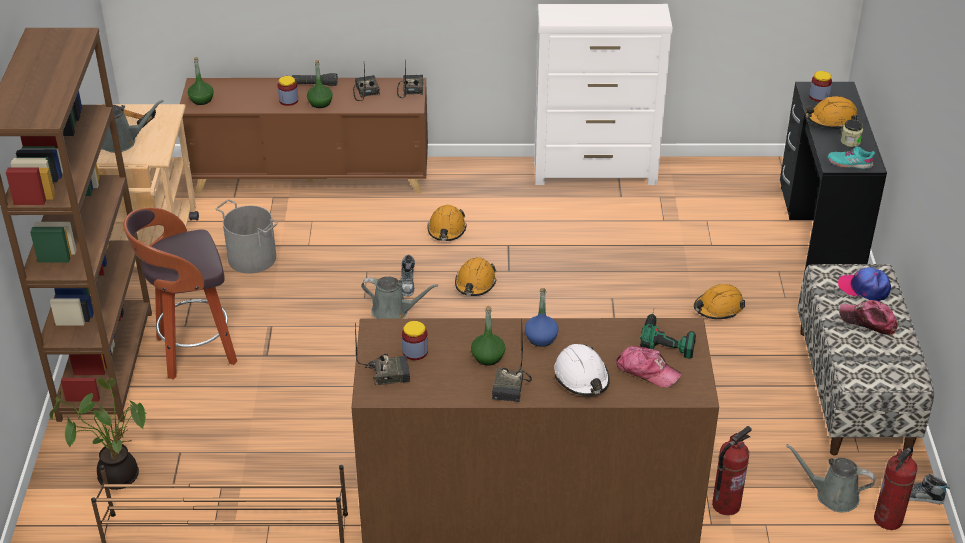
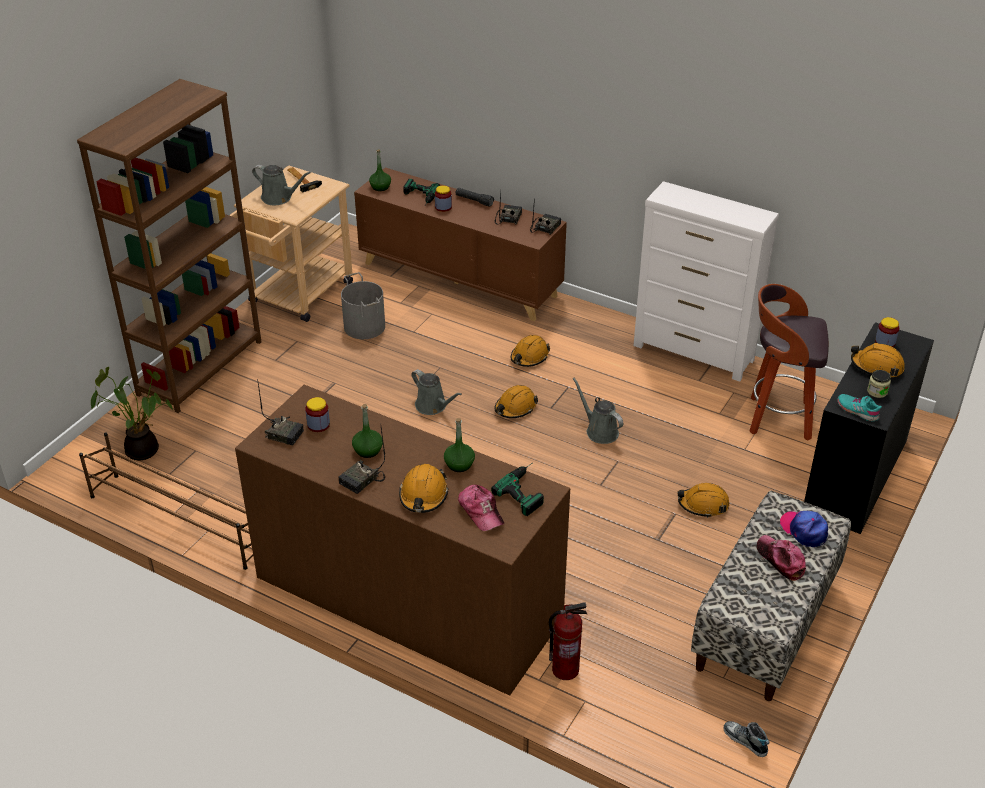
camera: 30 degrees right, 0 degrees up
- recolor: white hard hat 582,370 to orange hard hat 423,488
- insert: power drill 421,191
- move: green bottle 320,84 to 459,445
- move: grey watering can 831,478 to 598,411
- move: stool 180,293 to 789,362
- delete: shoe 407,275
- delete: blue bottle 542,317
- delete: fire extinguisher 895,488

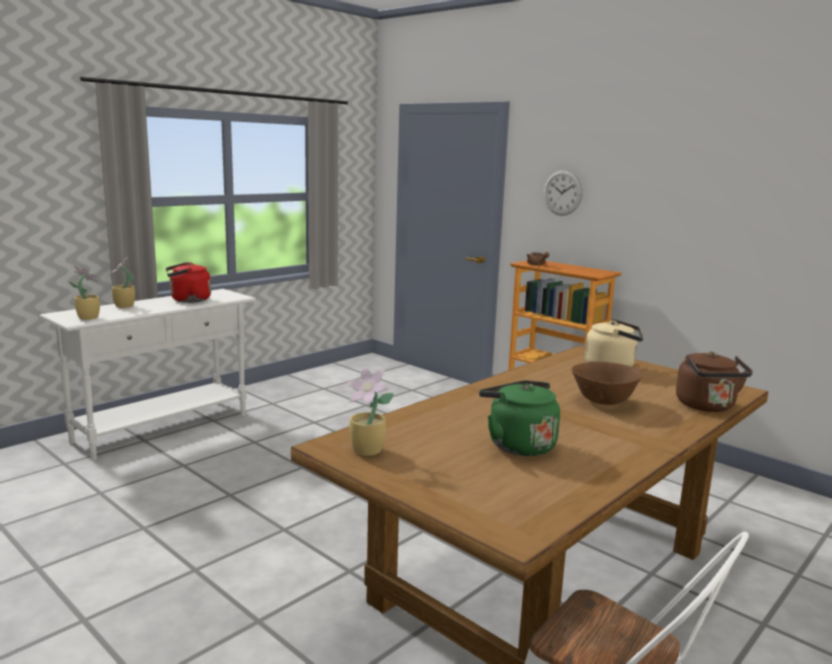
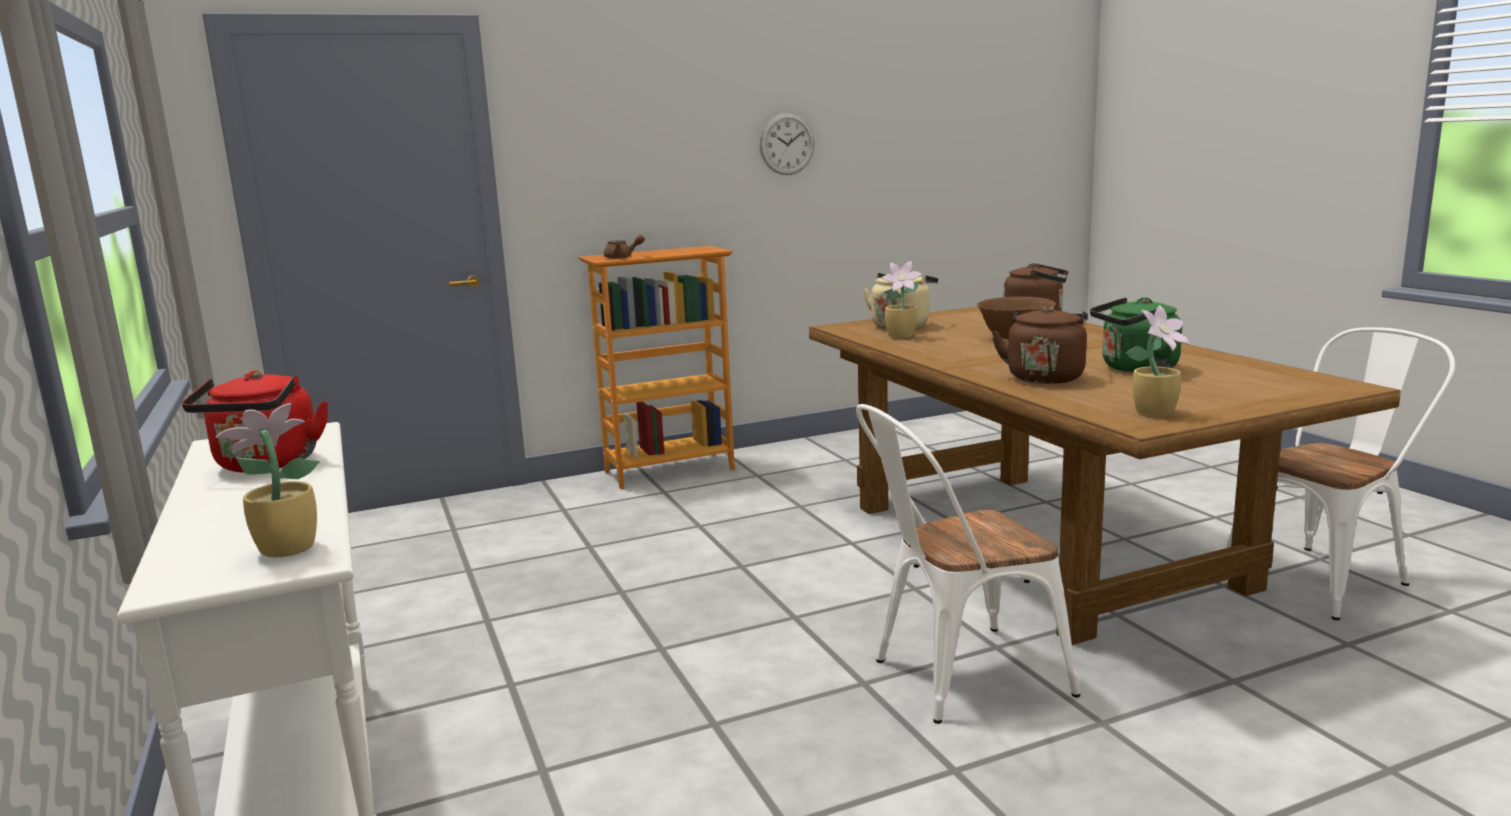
camera: 65 degrees left, 0 degrees up
- move: wall clock 563,193 to 786,144
- insert: white chair 968,564
- move: potted plant 122,282 to 902,299
- insert: brown kettle 1040,345

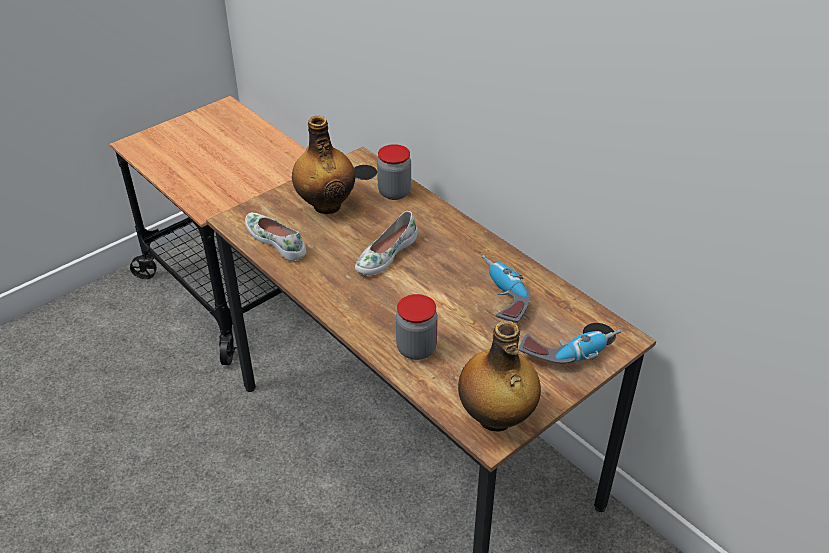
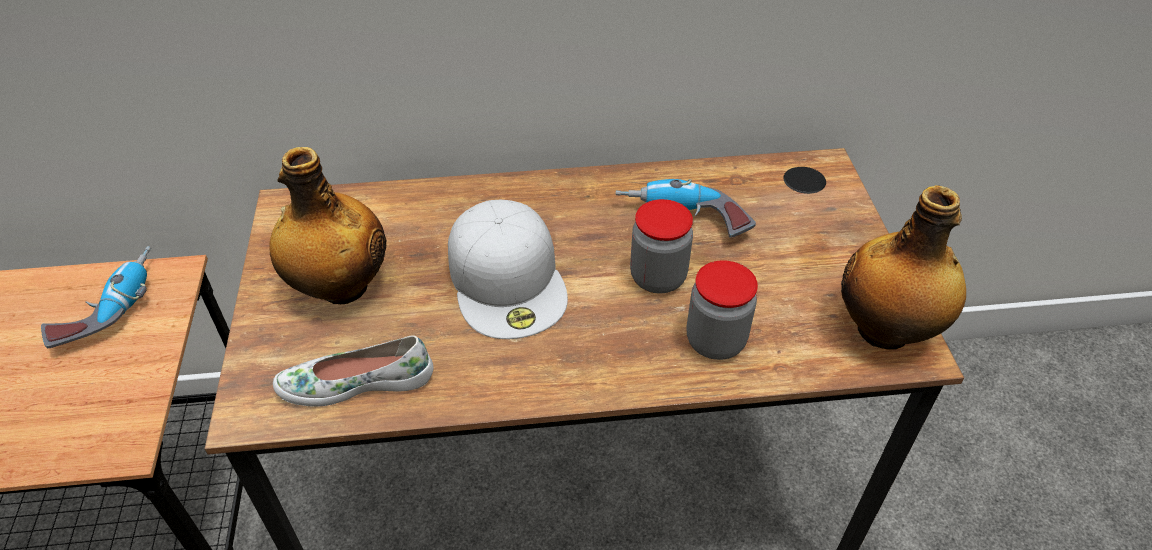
camera: 55 degrees left, 5 degrees up
- move: power drill 570,346 to 96,297
- replace: white shoe 386,243 to white cap 508,269
- move: jar 394,172 to 661,246

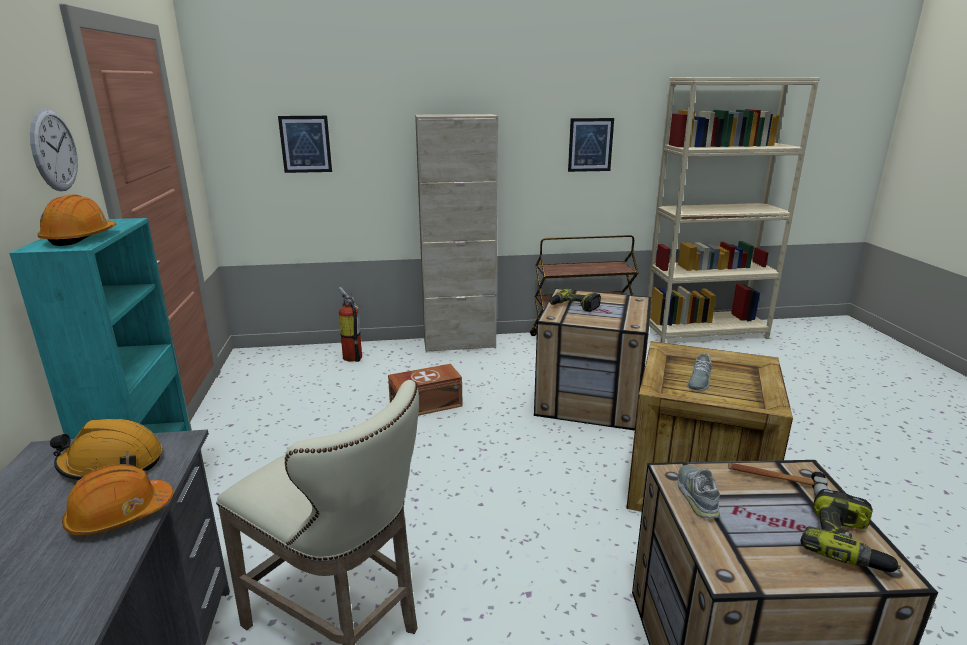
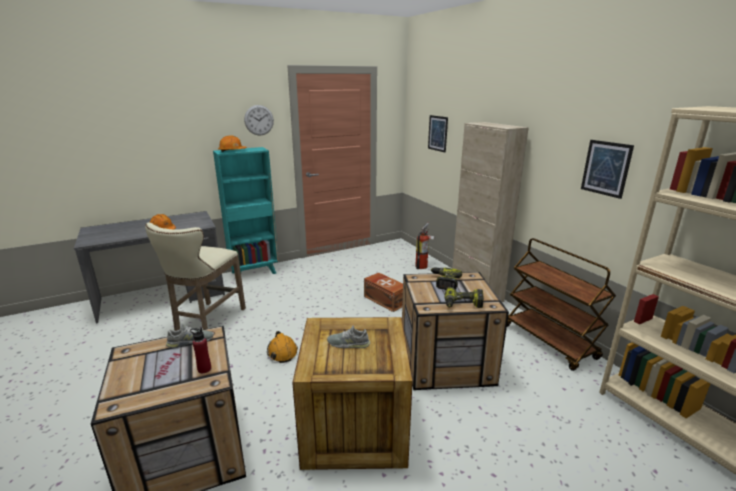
camera: 70 degrees right, 0 degrees up
- replace: hammer 778,480 to red bottle 200,350
- move: orange hard hat 106,449 to 282,347
- move: power drill 851,530 to 464,297

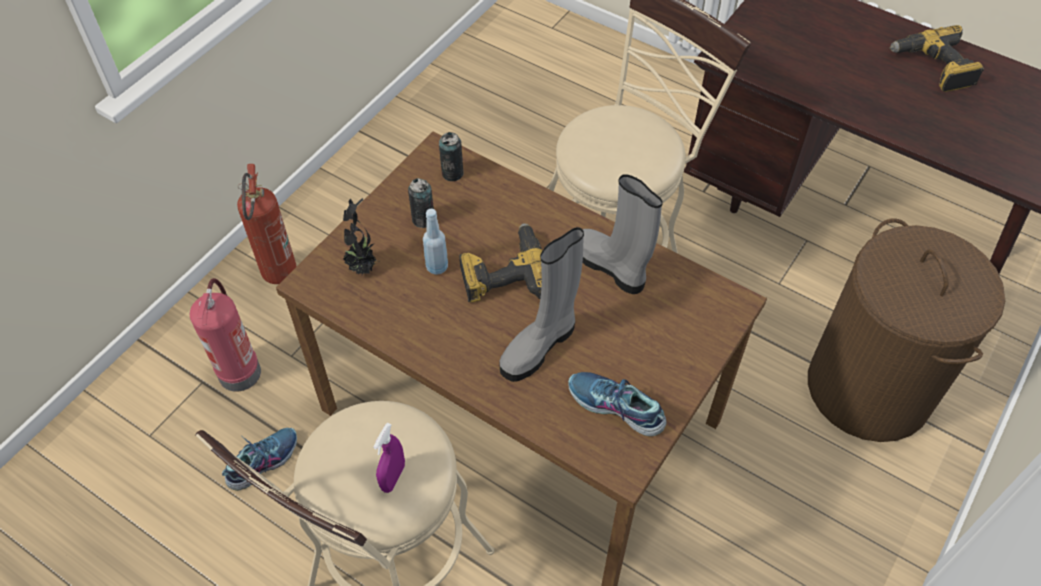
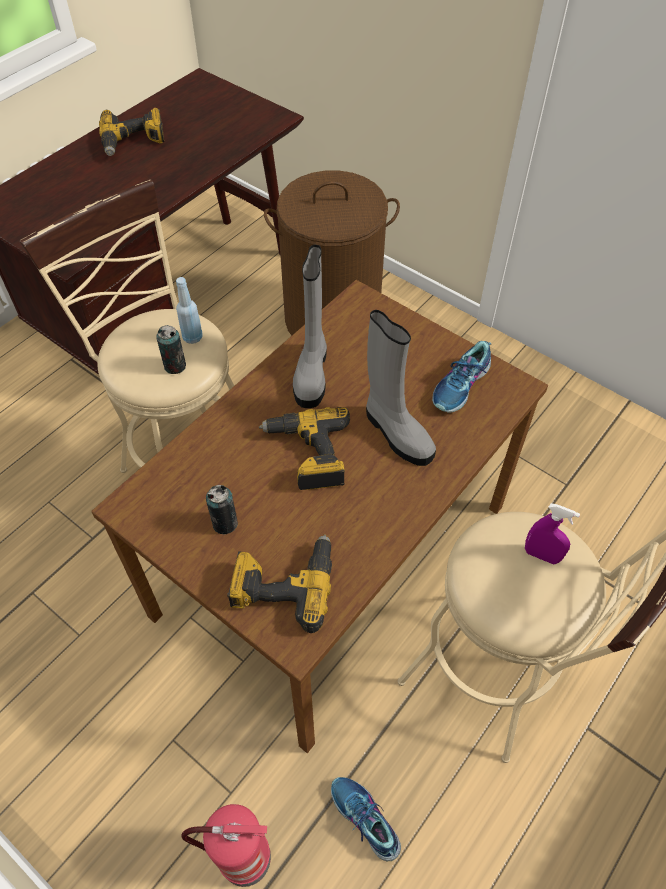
camera: 85 degrees left, 0 degrees up
- move: can 451,156 to 171,349
- move: blue bottle 435,242 to 189,310
- replace: potted plant 361,236 to power drill 279,583
- rotate: grey boot 622,234 = 310,326 45 degrees counterclockwise
- delete: fire extinguisher 267,224

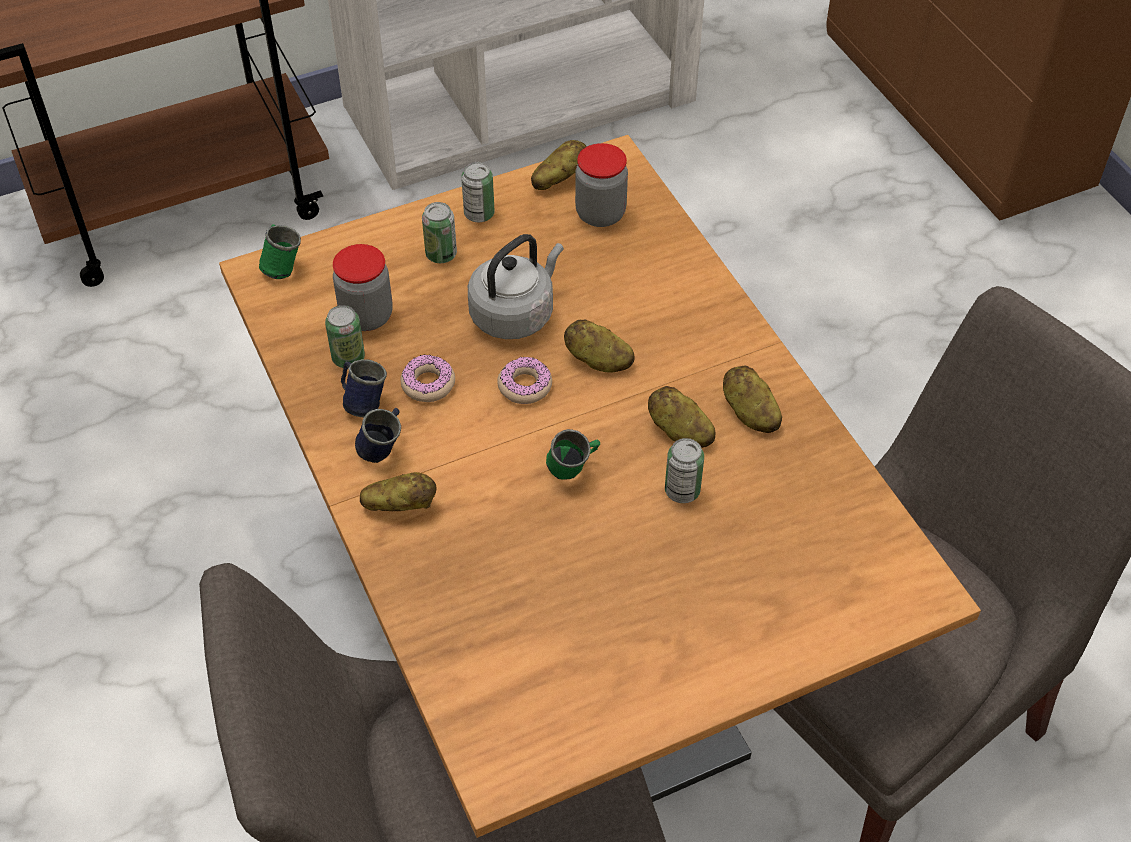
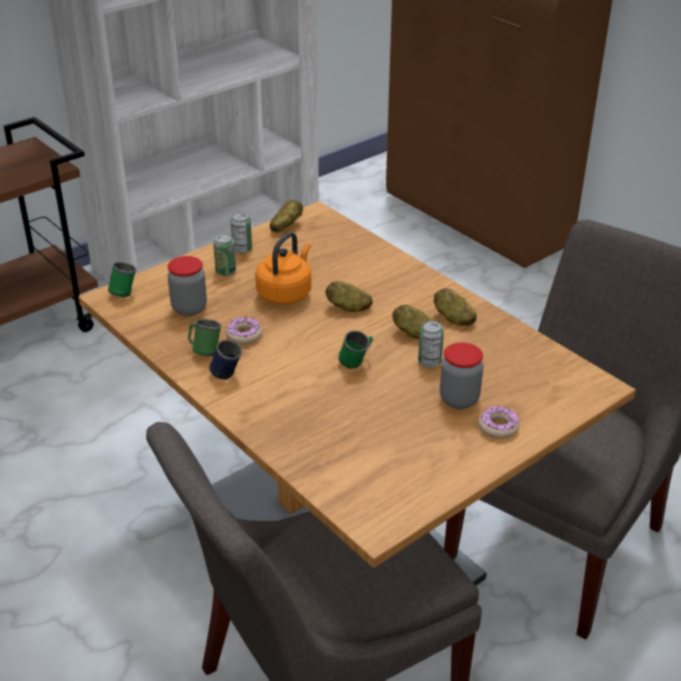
camera: 15 degrees left, 15 degrees down
- recolor: blue mug 364,388 to green mug 204,337
- recolor: grey kettle 516,286 to orange kettle 283,268
- move: jar 601,185 to 461,375
- move: donut 524,380 to 499,422
- delete: can 345,336
- delete: potato 398,491

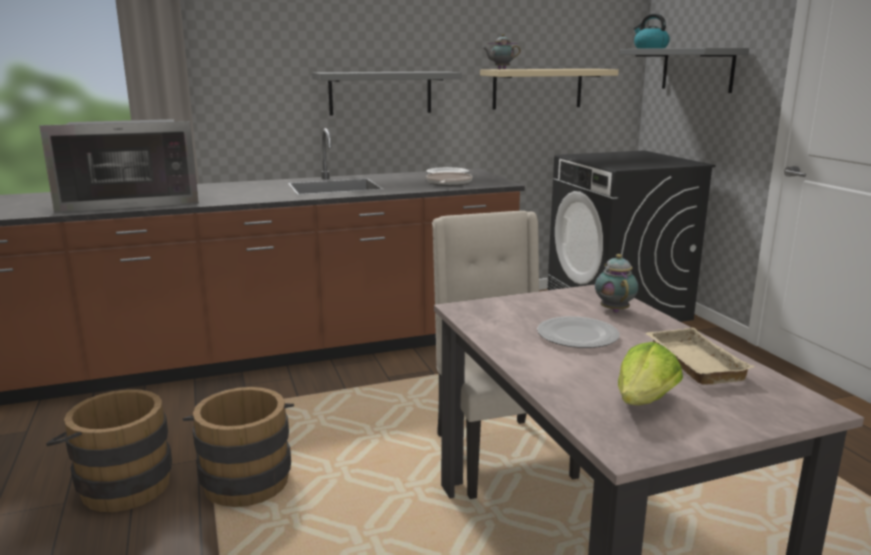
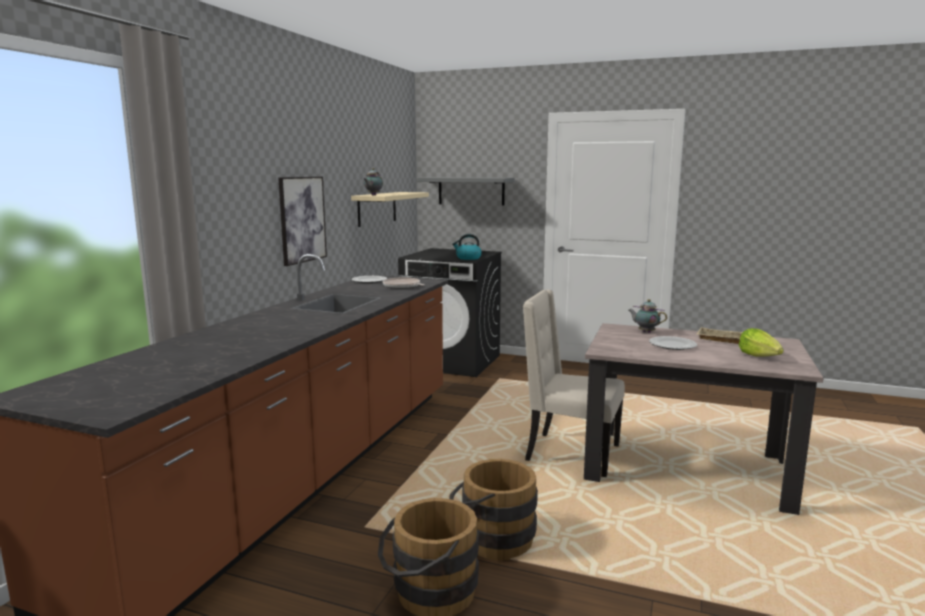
camera: 50 degrees left, 5 degrees down
- replace: grey shelf 387,93 to picture 302,221
- move: kettle 652,31 to 467,247
- delete: microwave 119,166

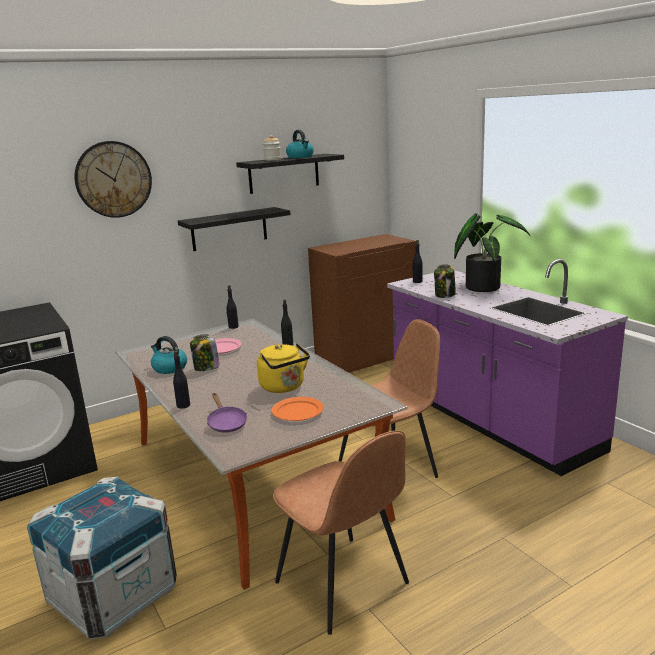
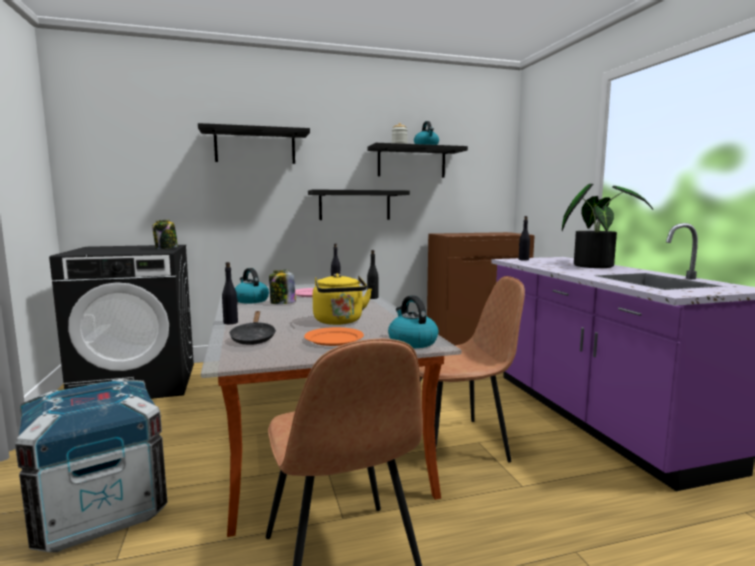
camera: 15 degrees right, 10 degrees down
- move: jar 445,281 to 165,234
- replace: wall clock 113,179 to black shelf 254,143
- recolor: purple frying pan 227,413 to black frying pan 252,328
- insert: kettle 413,321

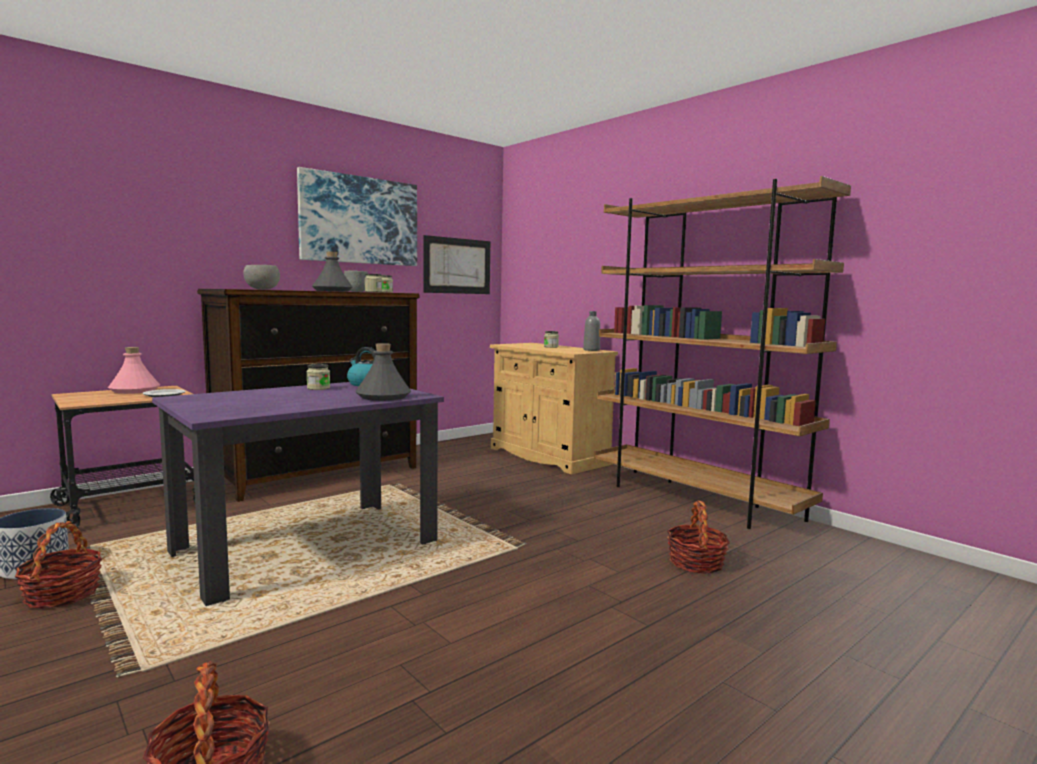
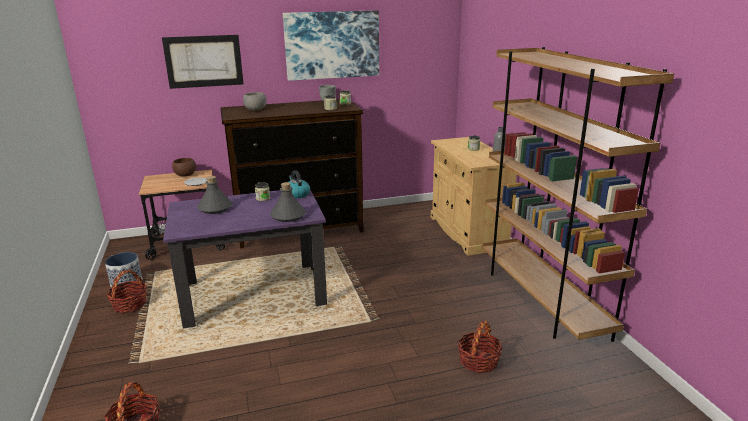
camera: 25 degrees right, 15 degrees up
- move: picture 456,264 to 203,62
- replace: pink bottle 134,370 to brown bowl 184,167
- move: grey bottle 332,272 to 214,195

